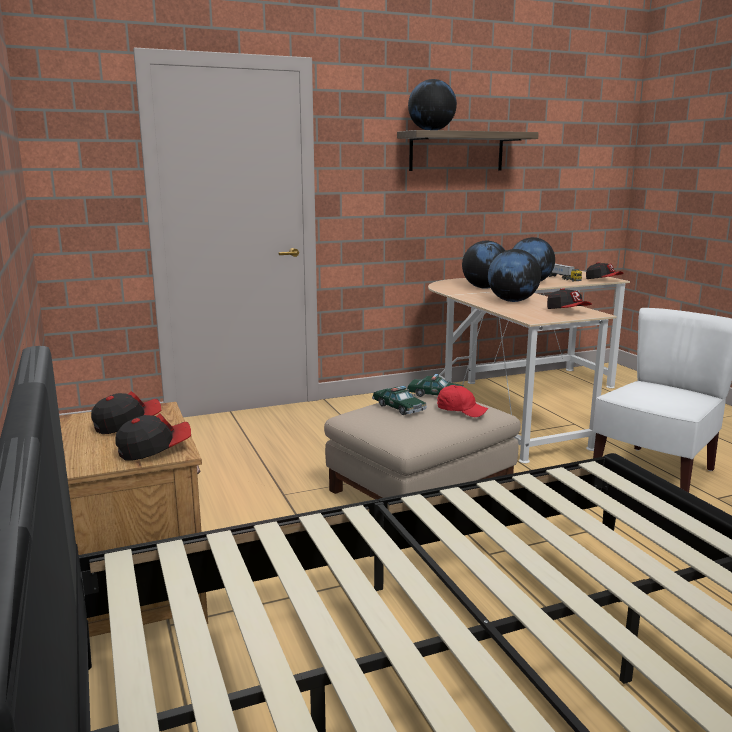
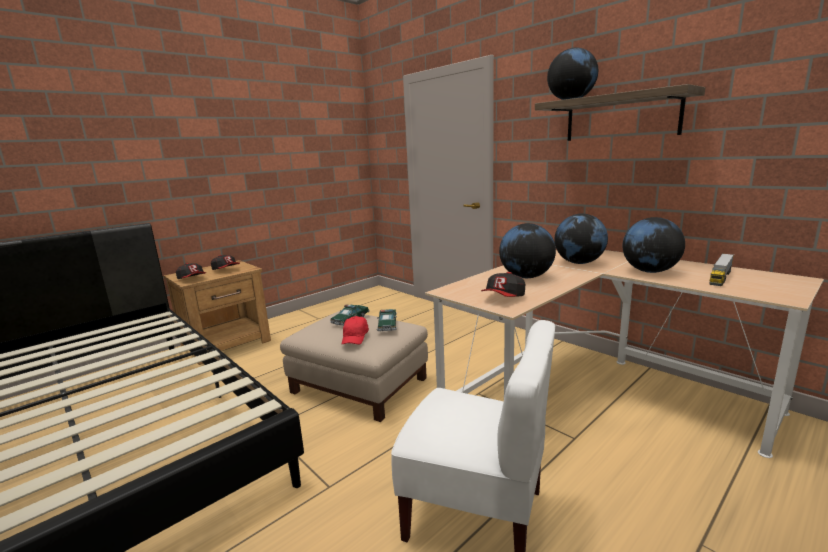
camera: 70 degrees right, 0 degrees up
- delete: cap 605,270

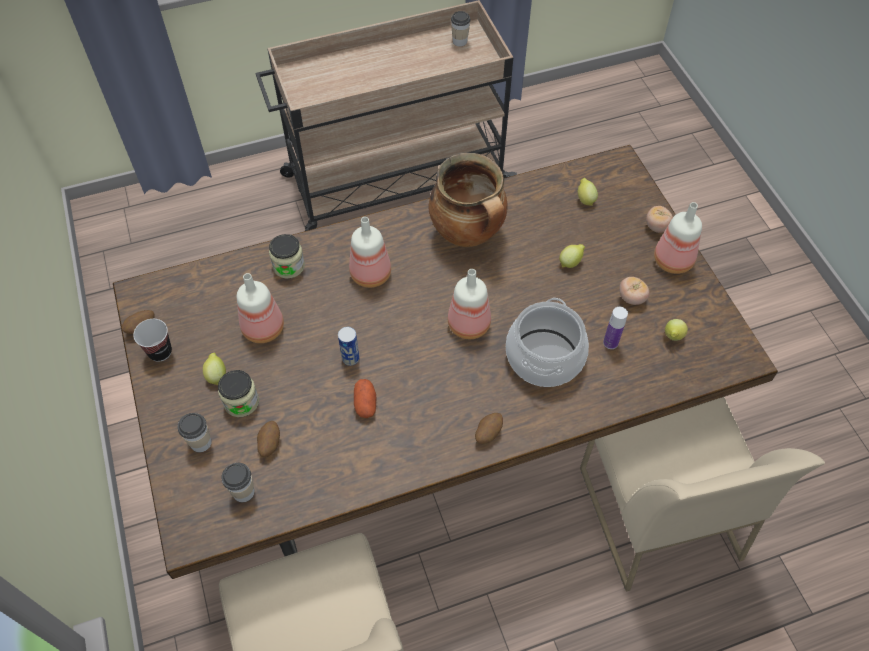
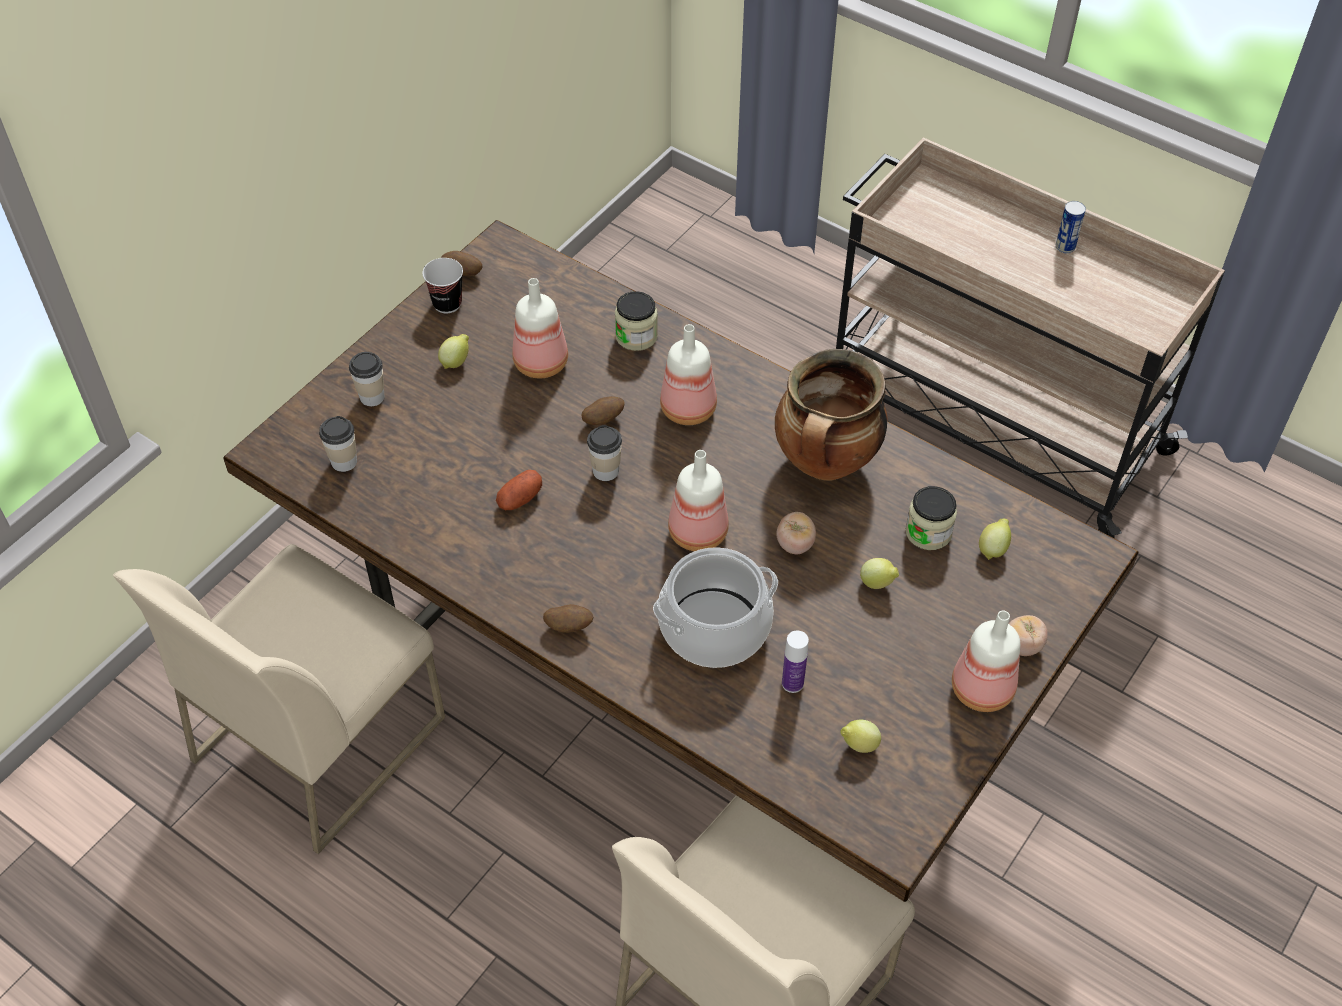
camera: 55 degrees right, 5 degrees down
- move: potato 268,439 to 602,410
- move: cup 461,29 to 604,453
- move: tomato 634,291 to 796,533
- move: jar 238,393 to 931,518
- move: can 348,346 to 1071,227

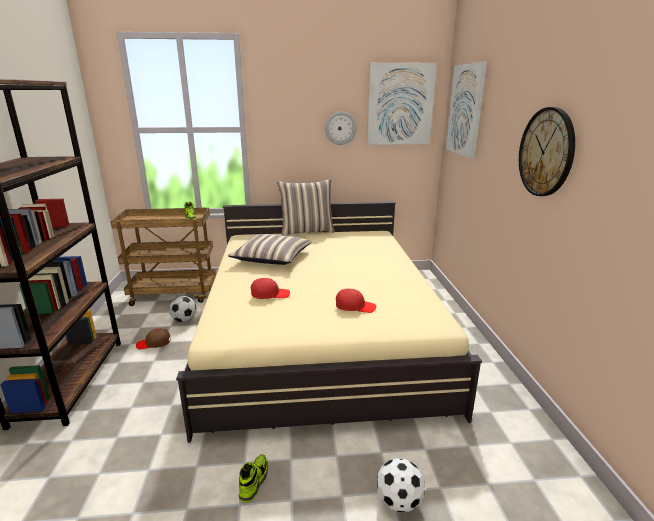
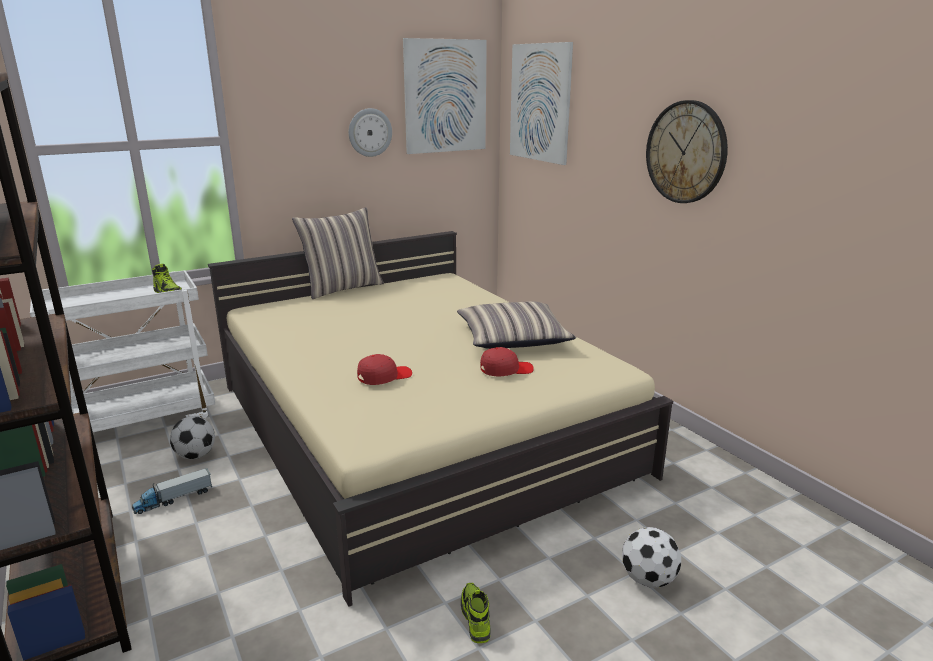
camera: 25 degrees left, 0 degrees up
- recolor: brown cart 163,256 to white cart 122,351
- replace: brown cap 153,339 to toy truck 172,491
- move: pillow 270,249 to 516,325

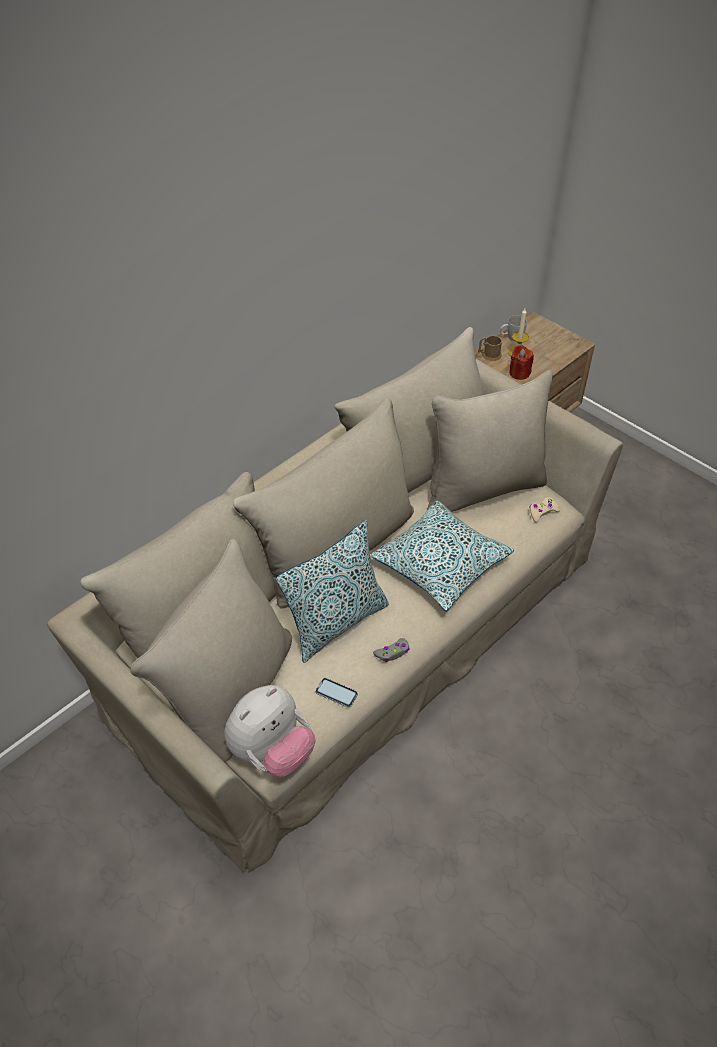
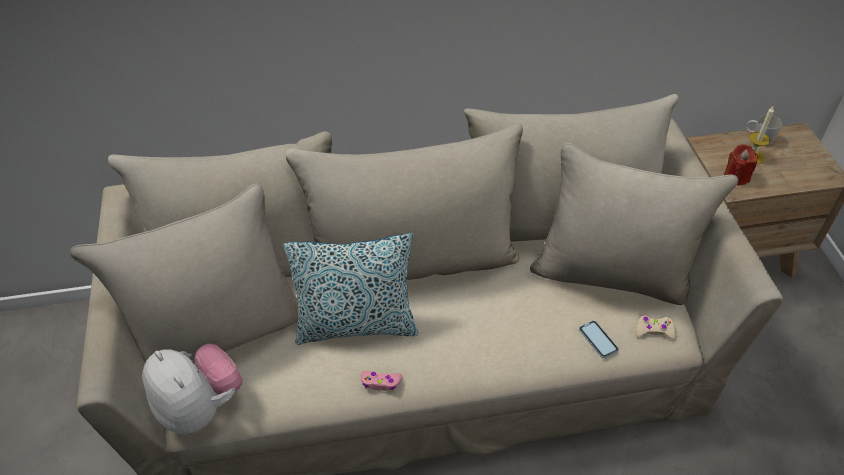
camera: 35 degrees right, 0 degrees up
- rotate: plush toy 270,731 = 192,389 120 degrees counterclockwise
- recolor: grey game controller 391,650 to pink game controller 381,381
- move: phone 336,693 to 599,339
- delete: pillow 442,556
- delete: brown mug 490,348

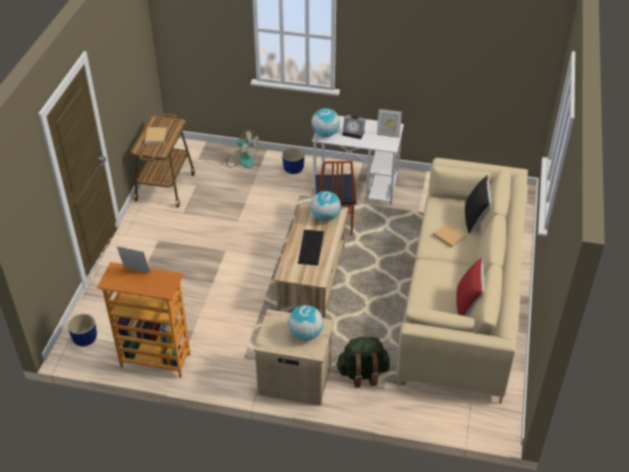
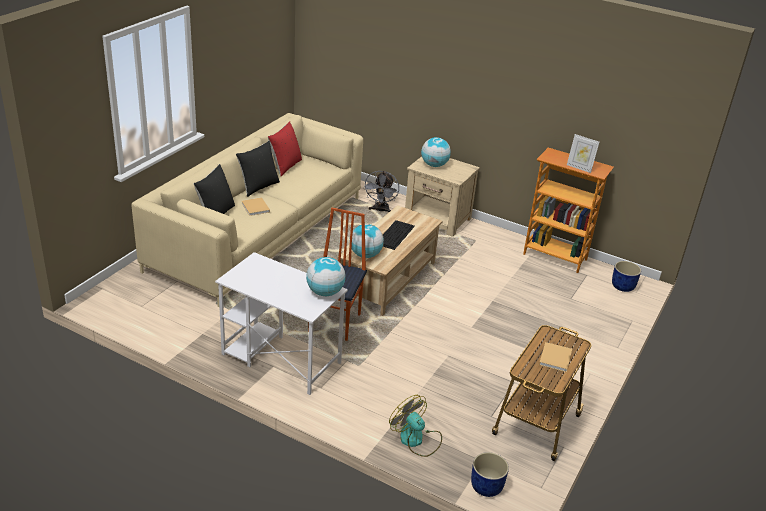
camera: 165 degrees left, 10 degrees down
- insert: black pillow 258,169
- replace: green backpack 363,362 to grey fan 381,191
- move: blue planter 293,160 to 490,474
- delete: alarm clock 354,127
- delete: picture frame 389,123

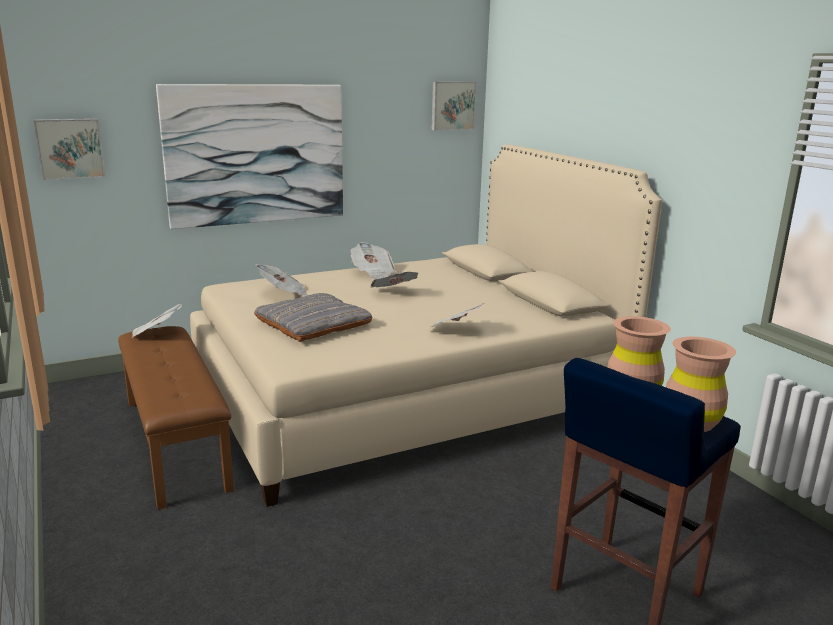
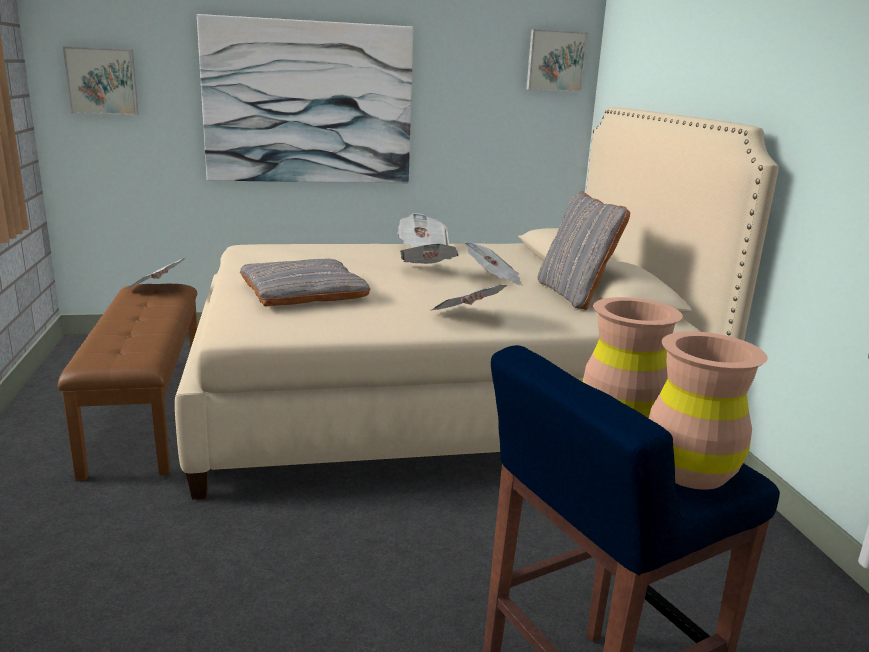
camera: 15 degrees right, 0 degrees up
- move: newspaper 281,280 to 493,263
- insert: grey pillow 584,250

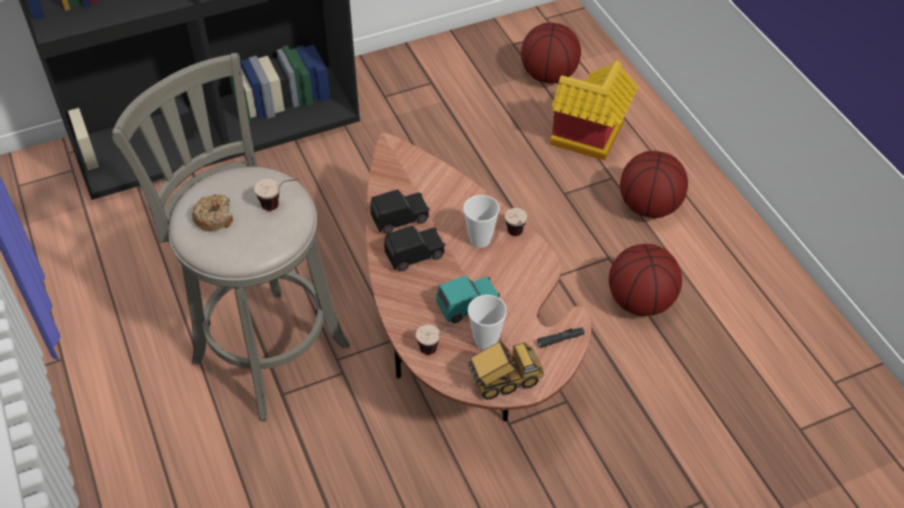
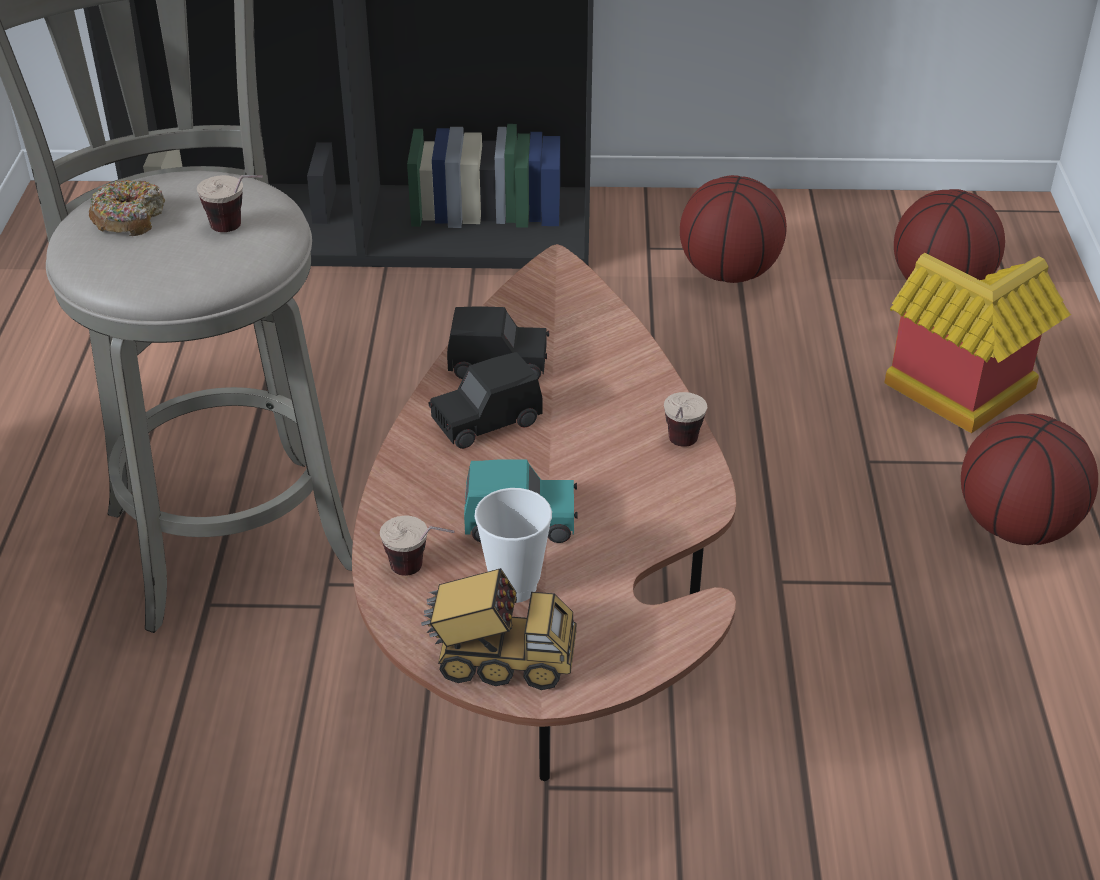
camera: 25 degrees right, 10 degrees down
- rotate: black toy car 414,248 = 485,400 150 degrees clockwise
- move: basketball 645,280 to 733,229
- delete: cup 481,221
- delete: black flashlight 560,338

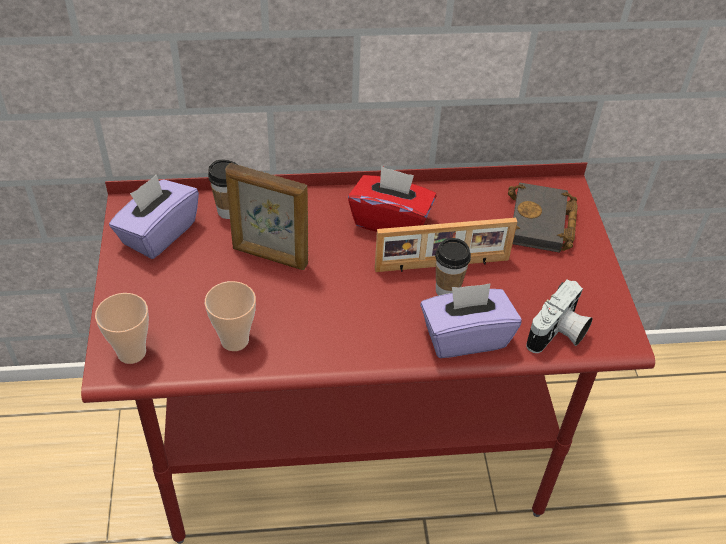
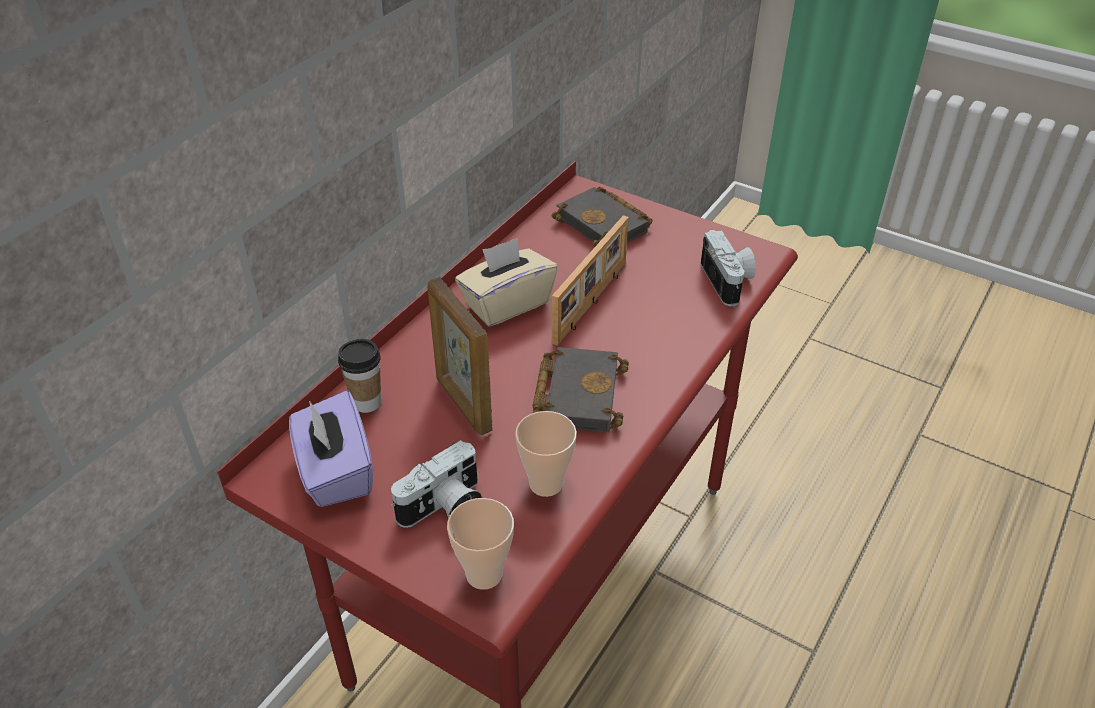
camera: 50 degrees left, 5 degrees down
- insert: photo camera 436,484
- rotate: picture frame 266,216 = 460,356 90 degrees clockwise
- recolor: red tissue box 392,199 to beige tissue box 506,282
- insert: black book 580,389
- delete: purple tissue box 471,320
- delete: cup 453,267

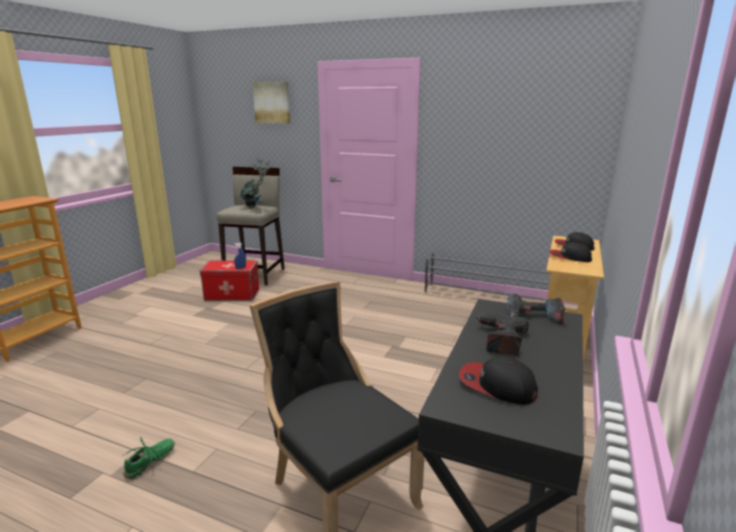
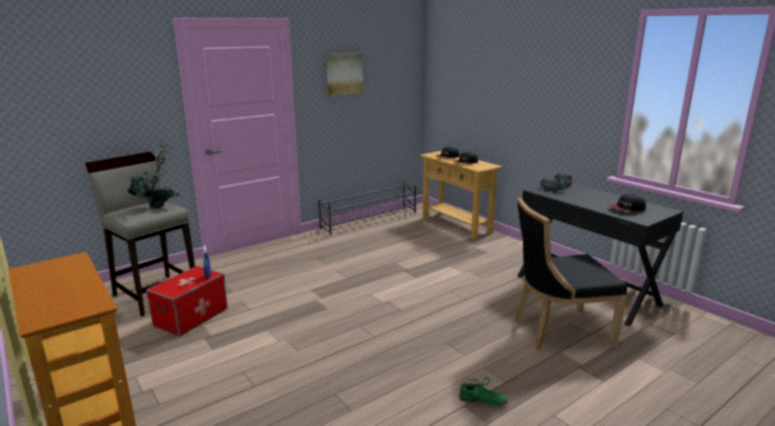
camera: 60 degrees left, 0 degrees up
- move: picture 271,102 to 344,74
- rotate: green shoe 148,458 = 483,392 135 degrees clockwise
- delete: power drill 503,335

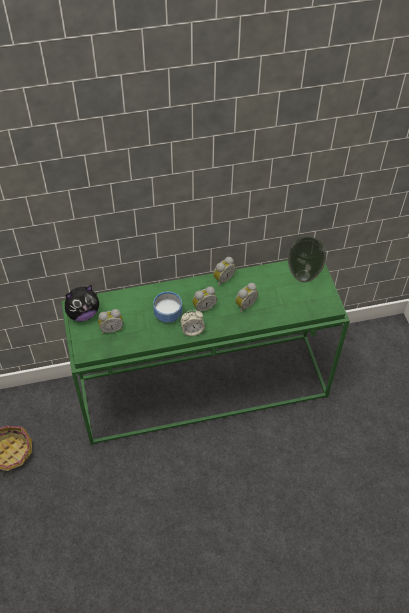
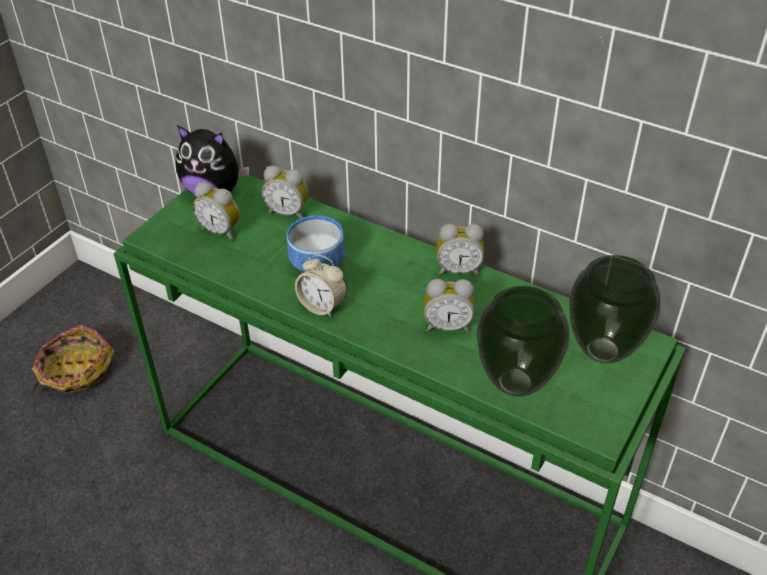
camera: 45 degrees right, 10 degrees down
- move: alarm clock 204,298 to 285,192
- insert: vase 523,341

